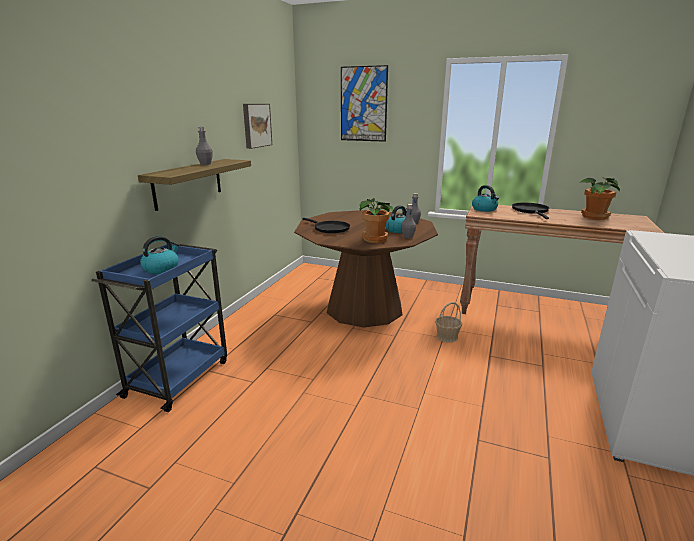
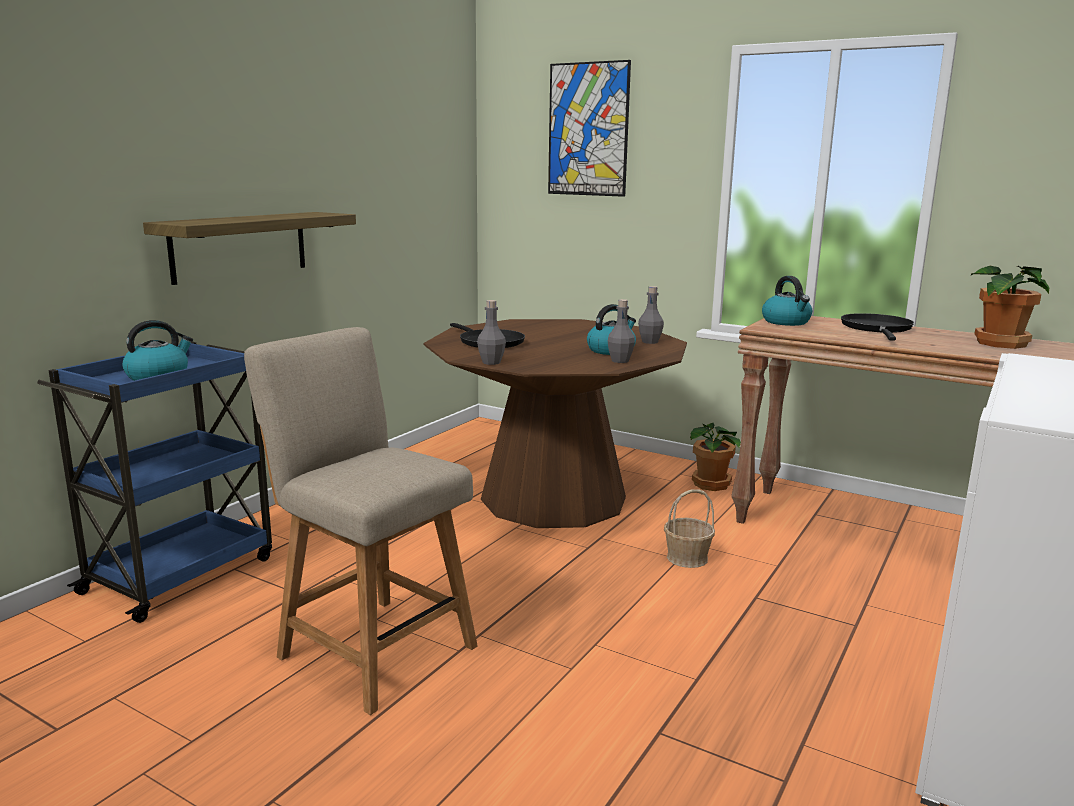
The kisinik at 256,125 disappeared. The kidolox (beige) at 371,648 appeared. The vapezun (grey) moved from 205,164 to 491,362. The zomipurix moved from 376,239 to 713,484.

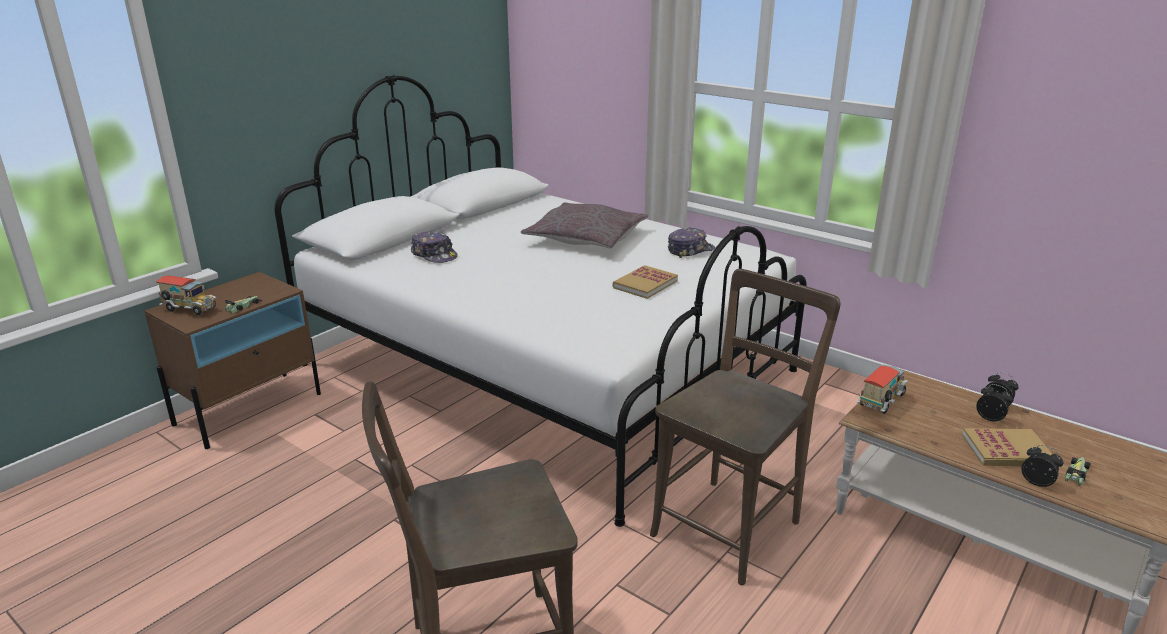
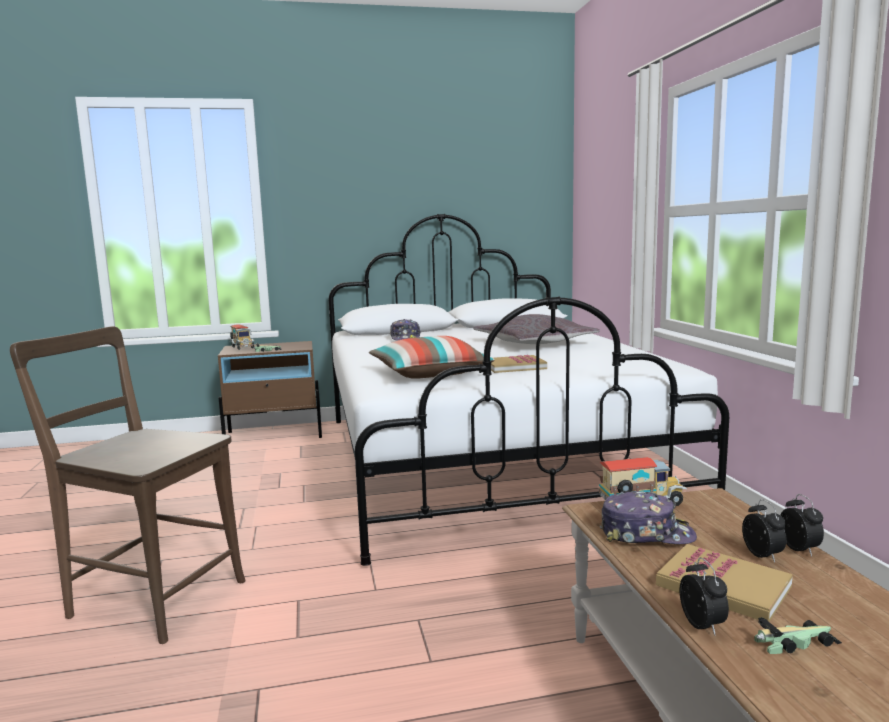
The kidolox (brown) at 731,524 disappeared. The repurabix at 430,374 appeared. The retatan moved from 690,250 to 646,534.

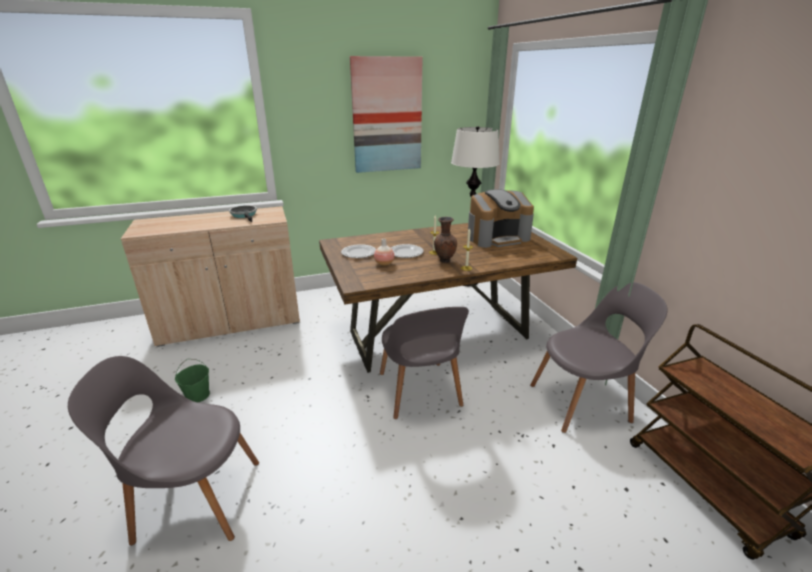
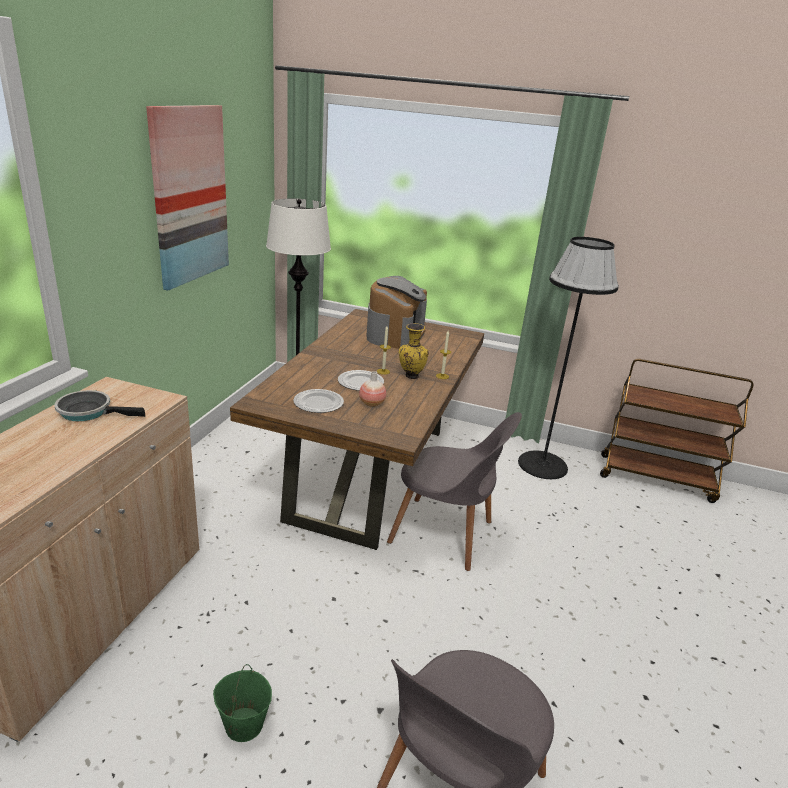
The kidolox (grey) at 583,402 was replaced by the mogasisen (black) at 543,465. The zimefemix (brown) at 444,261 became the zimefemix (yellow) at 410,376.

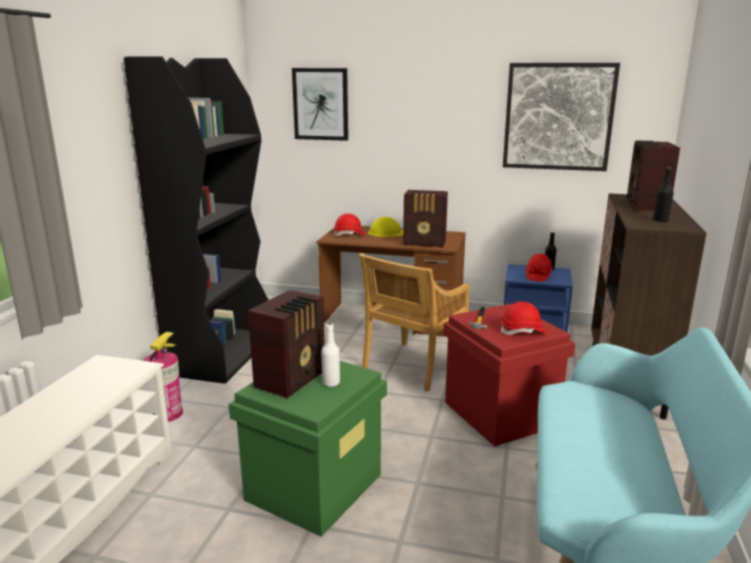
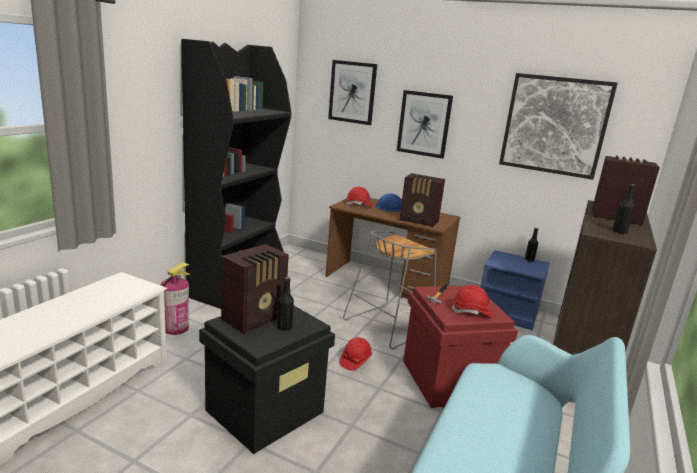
The kisinik at 424,124 appeared. The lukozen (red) moved from 538,276 to 355,361. The kidolox (beige) at 413,366 was replaced by the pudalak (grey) at 388,325. The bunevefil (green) at 314,486 became the bunevefil (black) at 265,410. The vapezun (white) at 331,383 became the vapezun (black) at 284,327. The lukozen (yellow) at 386,232 became the lukozen (blue) at 391,207. The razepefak at 646,207 turned 90 degrees clockwise.

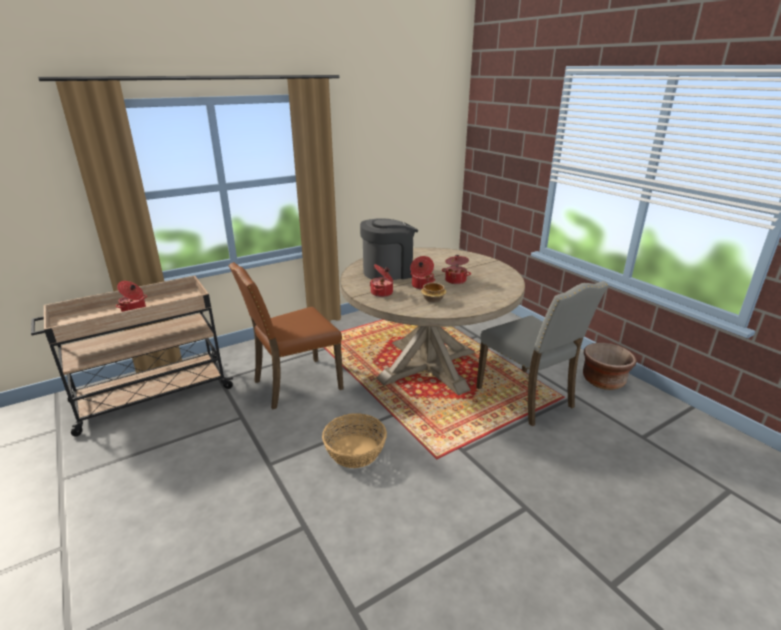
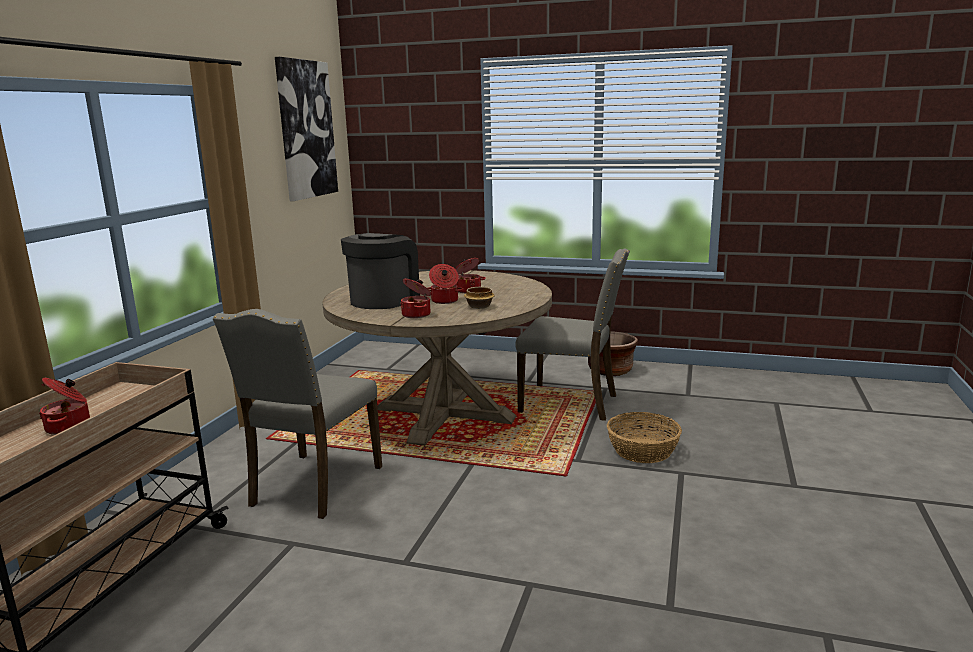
The kisinik at 306,129 appeared. The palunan moved from 355,451 to 642,450. The kidolox (brown) at 295,384 became the kidolox (grey) at 313,486.

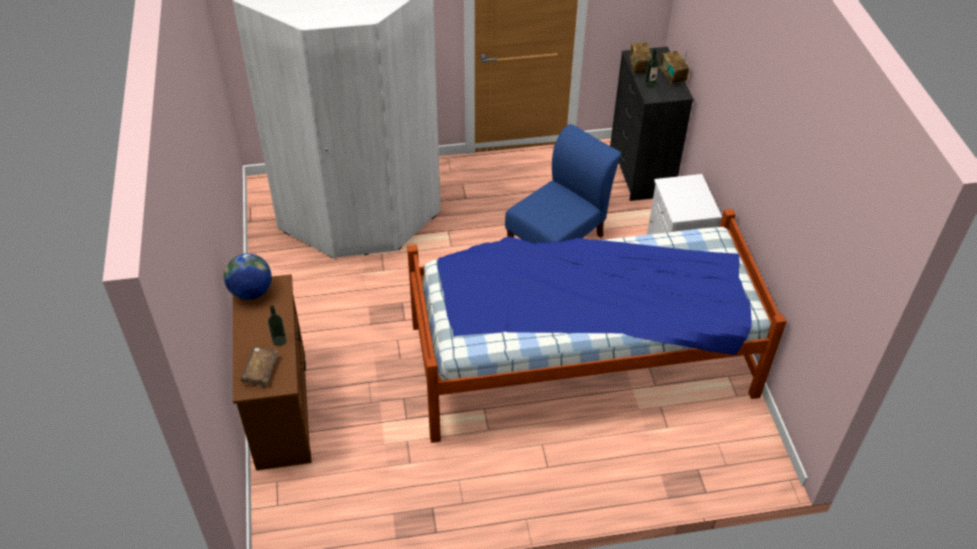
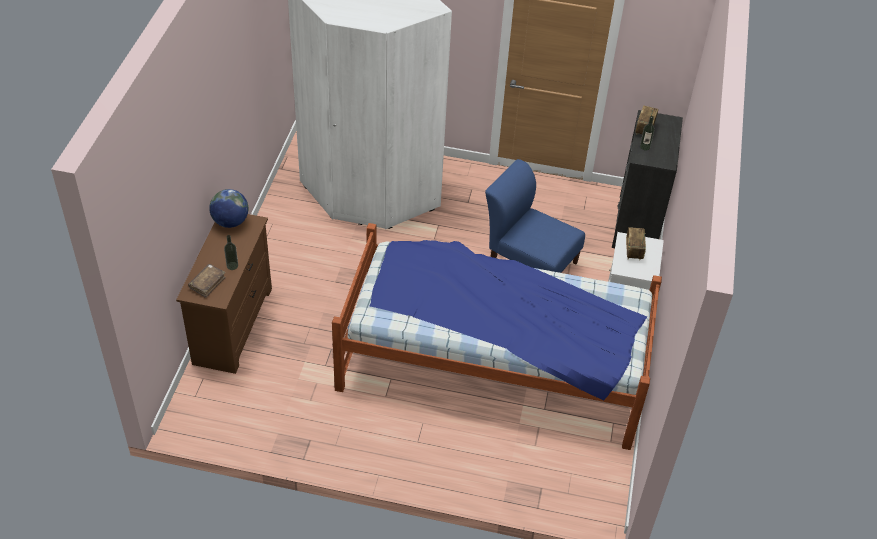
The razepefak moved from 672,77 to 634,251. The kidolox (blue) at 558,238 turned 120 degrees counterclockwise.

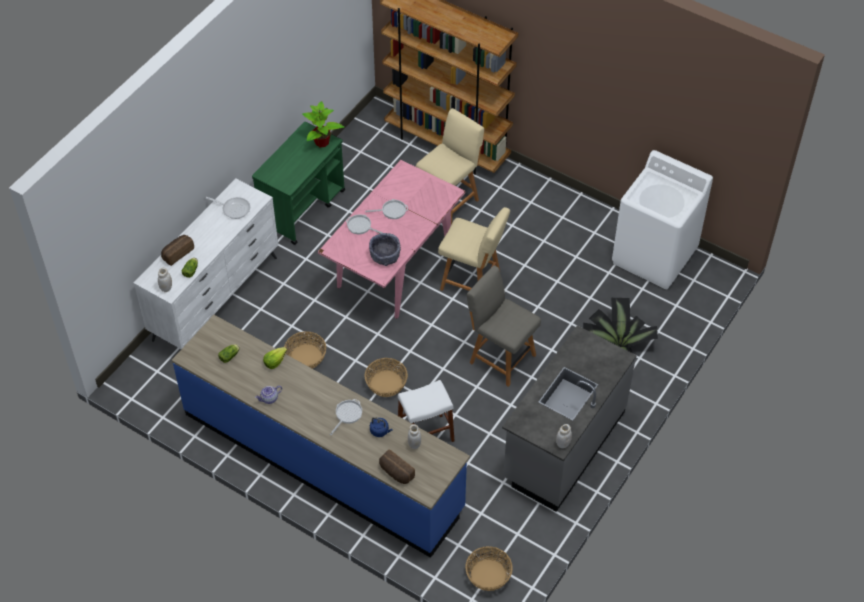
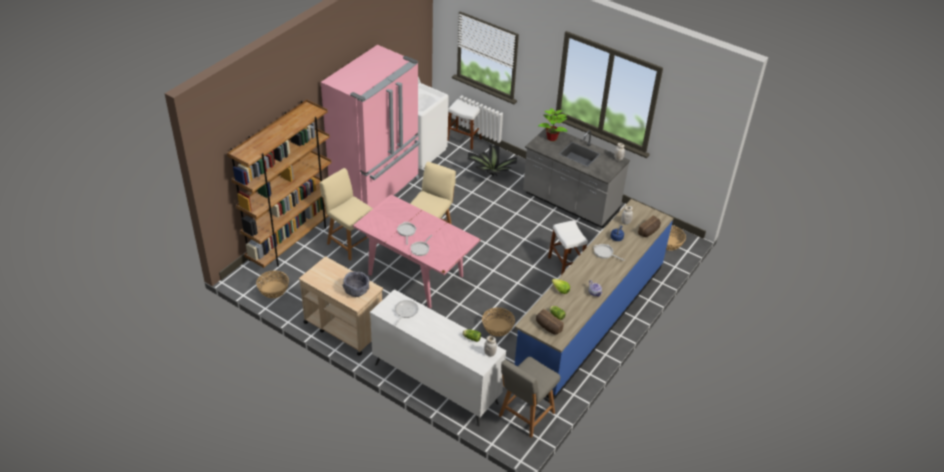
The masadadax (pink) at 377,188 appeared. The pudalak (white) at 464,139 appeared. The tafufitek moved from 177,253 to 548,327. The zomipurix moved from 322,142 to 552,138. The palunan moved from 386,383 to 273,289. The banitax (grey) moved from 385,256 to 356,290. The kidolox (grey) moved from 500,357 to 525,415. The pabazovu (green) at 302,208 became the pabazovu (beige) at 343,327.

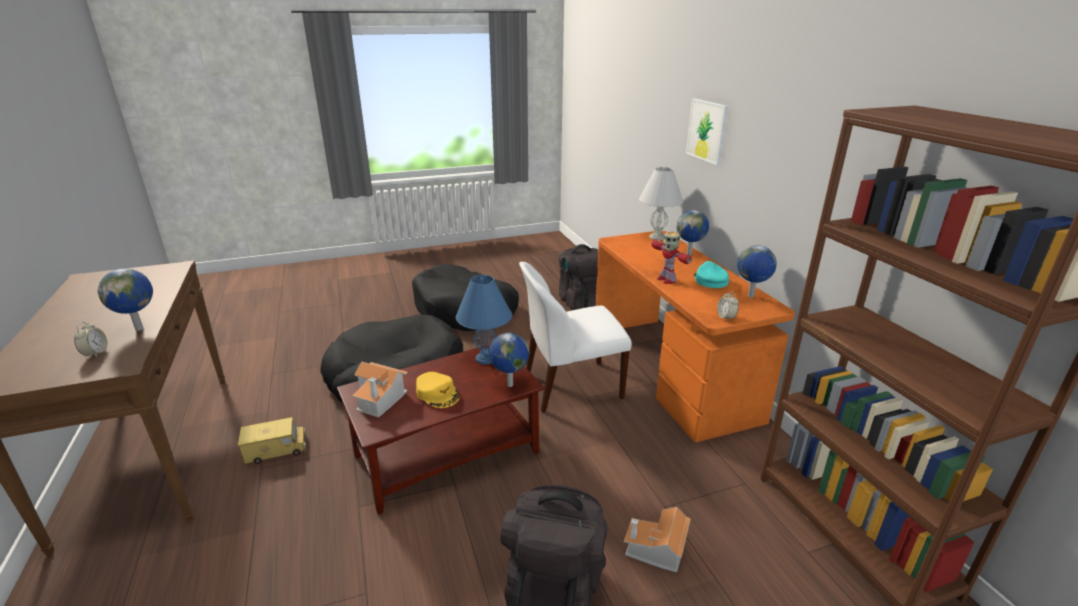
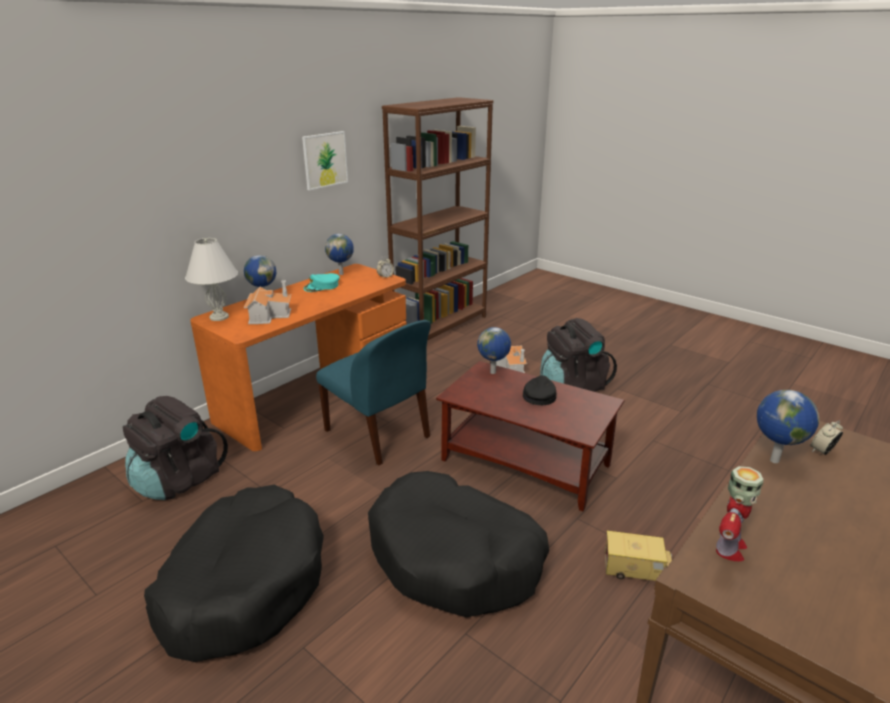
The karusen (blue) at 486,358 disappeared. The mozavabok moved from 380,398 to 269,315. The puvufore moved from 666,279 to 729,548. The kisinik moved from 707,131 to 325,160. The retatan (yellow) at 437,394 became the retatan (black) at 539,395. The kidolox (white) at 570,386 became the kidolox (blue) at 379,435. The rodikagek at 276,450 turned 150 degrees clockwise.

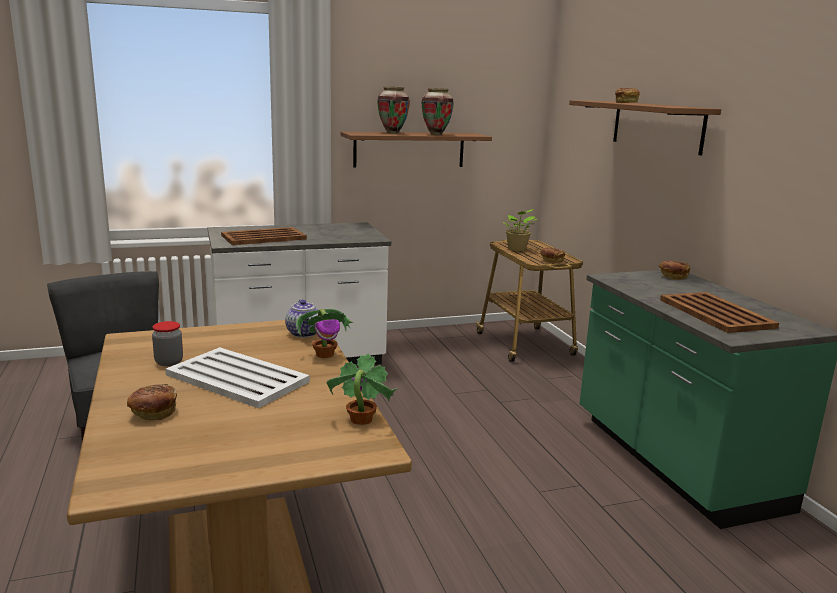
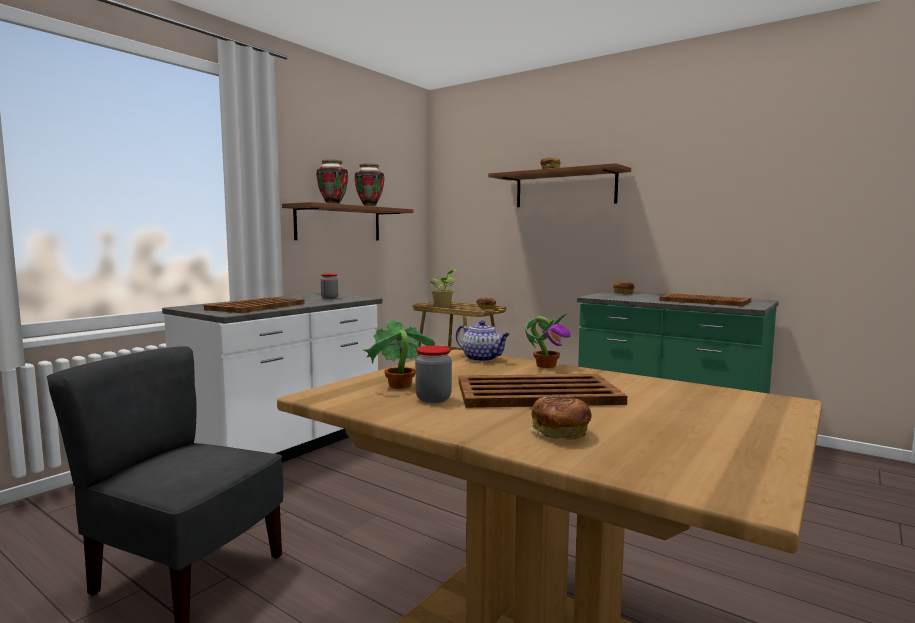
The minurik at 329,298 appeared. The zomipurix moved from 360,420 to 399,386. The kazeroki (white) at 236,378 became the kazeroki (brown) at 535,393.

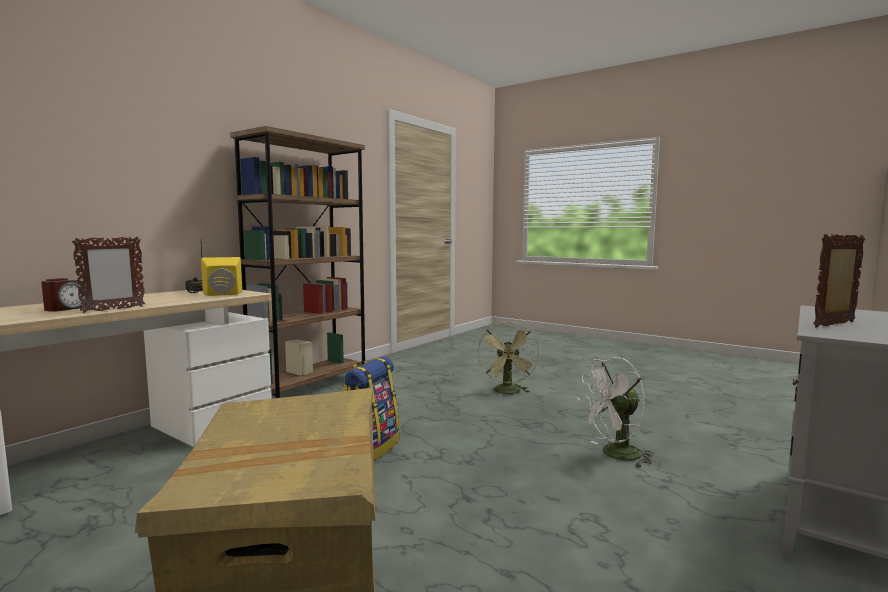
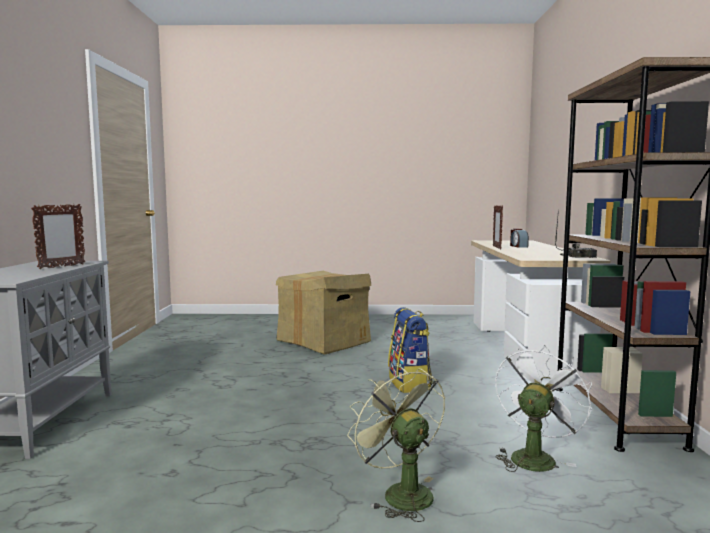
The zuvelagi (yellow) at 223,294 disappeared. The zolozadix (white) moved from 614,455 to 534,457.

